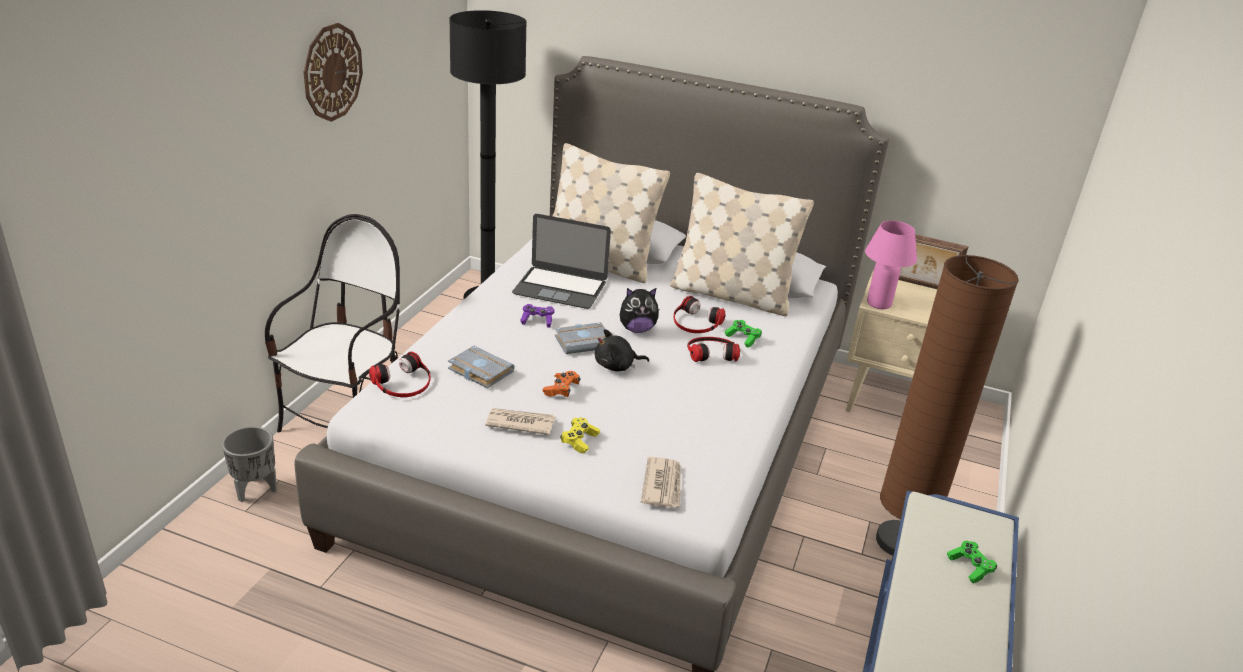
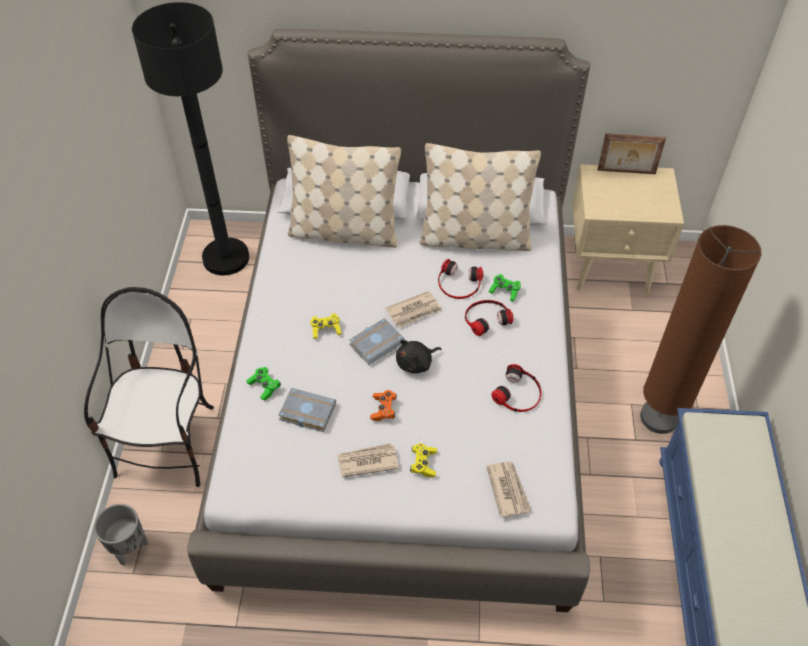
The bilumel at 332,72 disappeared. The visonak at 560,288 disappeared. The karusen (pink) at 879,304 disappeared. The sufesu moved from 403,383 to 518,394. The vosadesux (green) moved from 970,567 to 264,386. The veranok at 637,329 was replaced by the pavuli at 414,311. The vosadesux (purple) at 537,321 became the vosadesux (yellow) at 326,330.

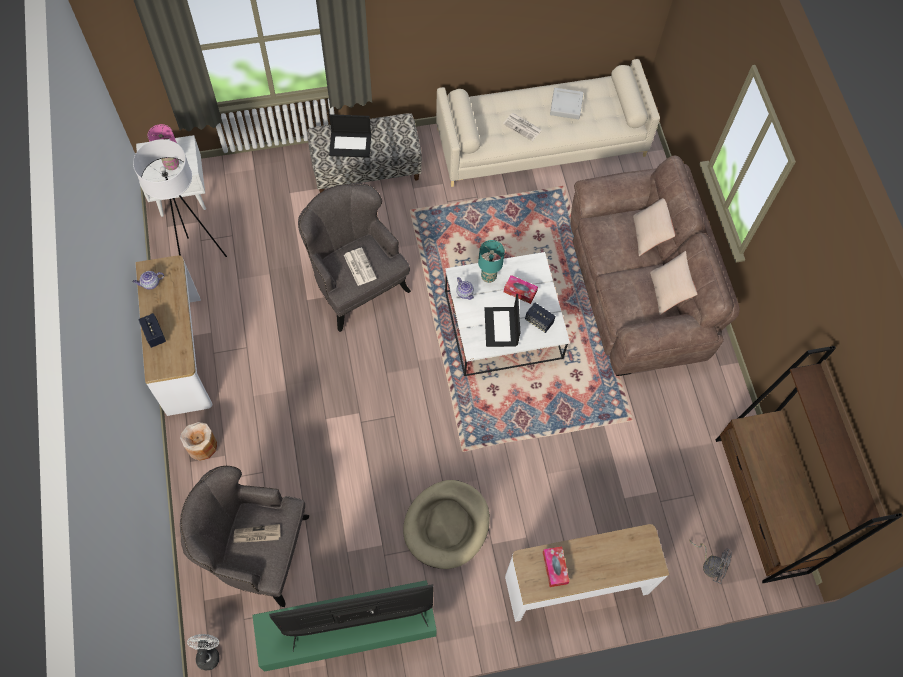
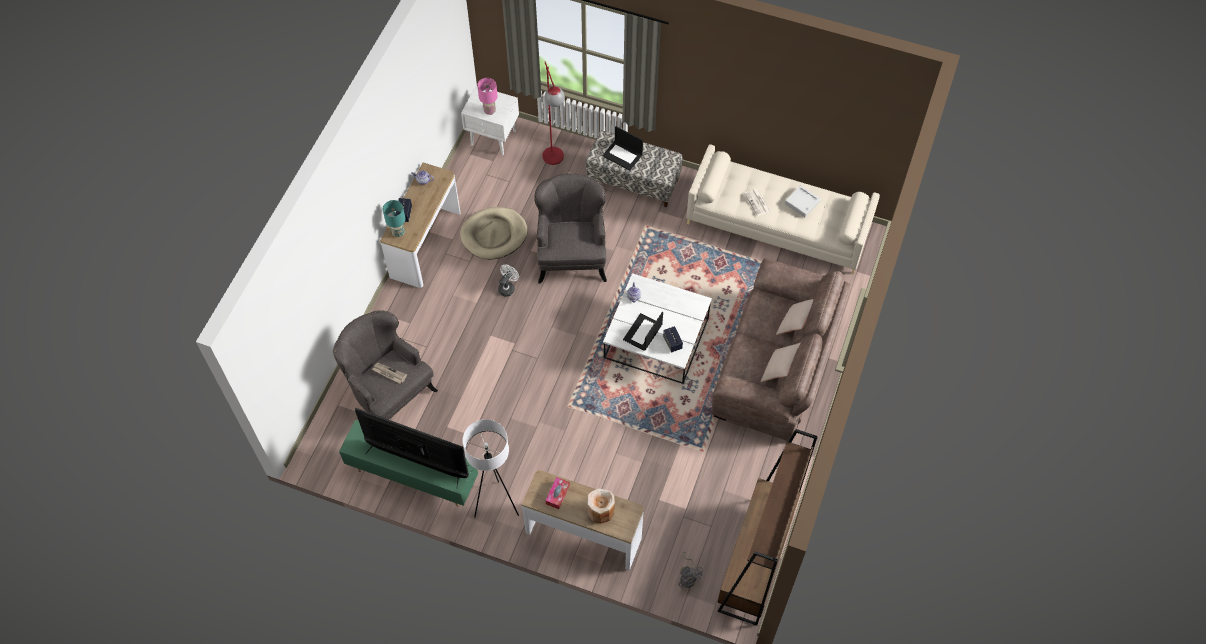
The pavuli at 359,266 disappeared. The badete at 520,291 disappeared. The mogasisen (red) at 555,162 appeared. The mogasisen (white) moved from 198,258 to 496,504. The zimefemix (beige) moved from 202,446 to 601,511. The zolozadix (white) moved from 208,654 to 508,287. The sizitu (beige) moved from 447,525 to 494,235. The karusen (turquoise) moved from 488,277 to 398,233.

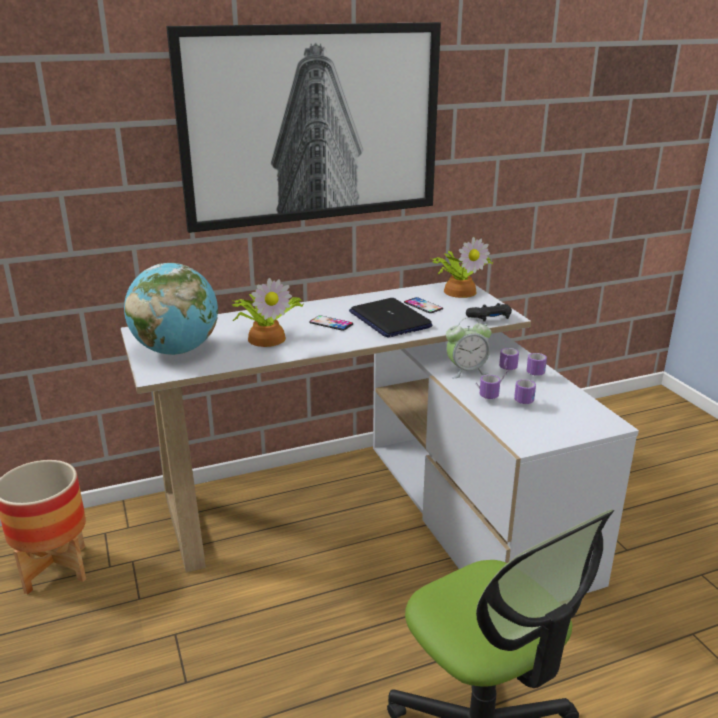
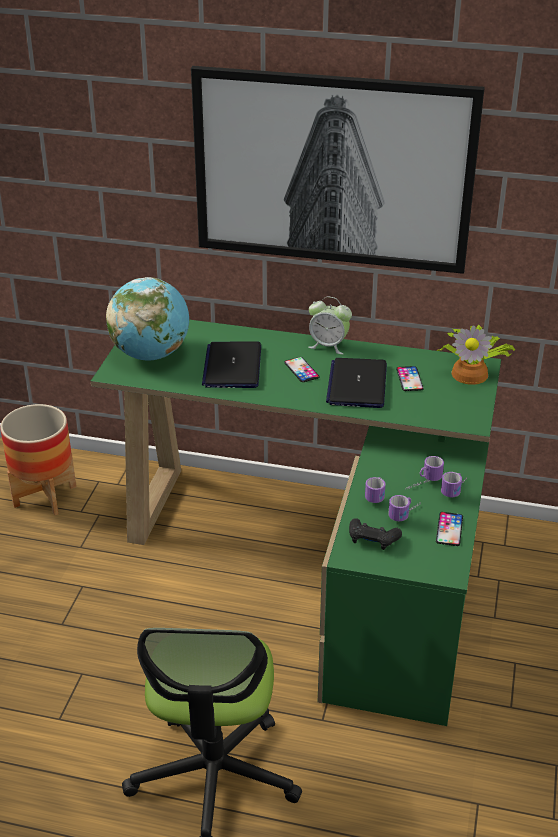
The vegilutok at 449,529 appeared. The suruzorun moved from 466,371 to 328,345. The vosadesux (black) moved from 490,318 to 372,539. The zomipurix at 267,337 was replaced by the visonak at 232,366. The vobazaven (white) at 378,510 became the vobazaven (green) at 323,560.

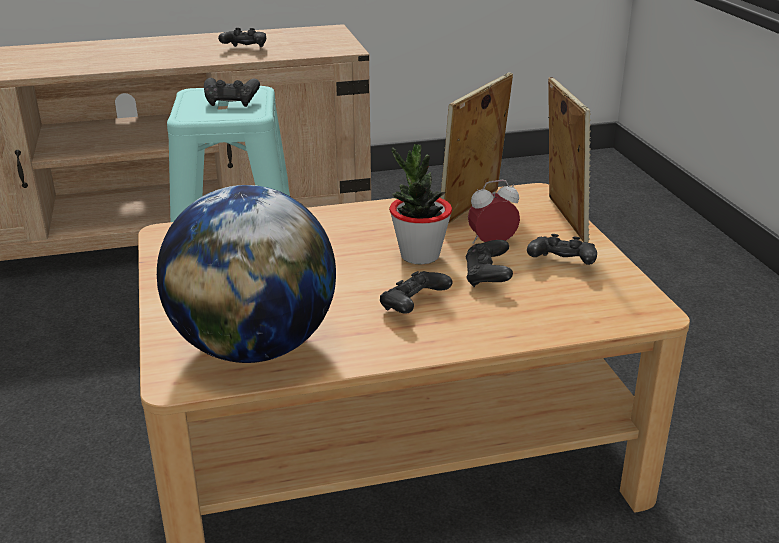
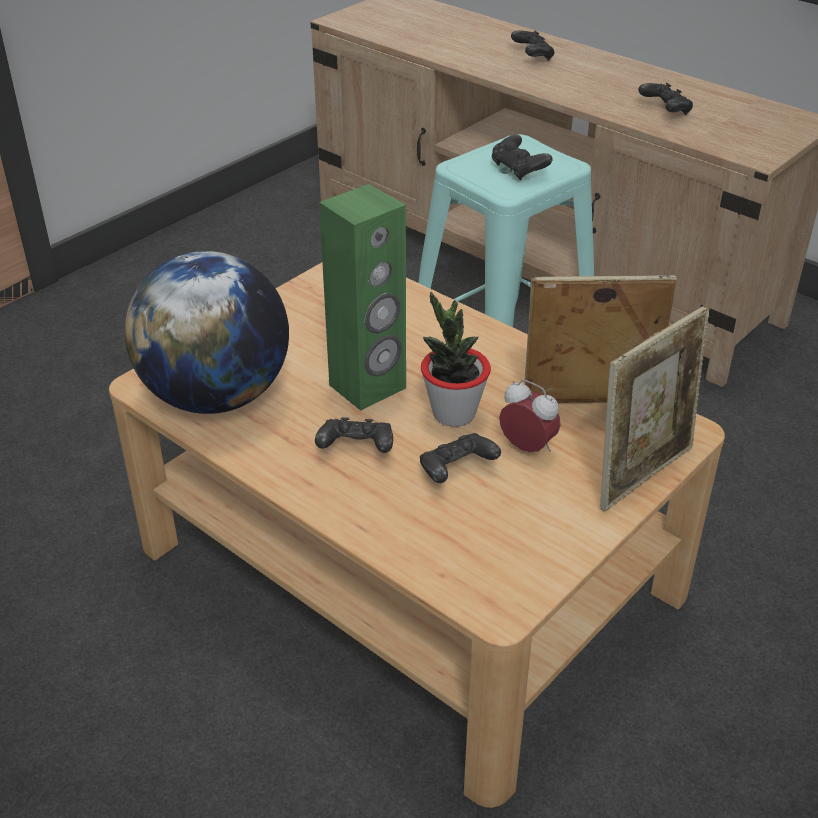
The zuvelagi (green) at 368,387 appeared. The vosadesux (black) moved from 561,264 to 532,56.

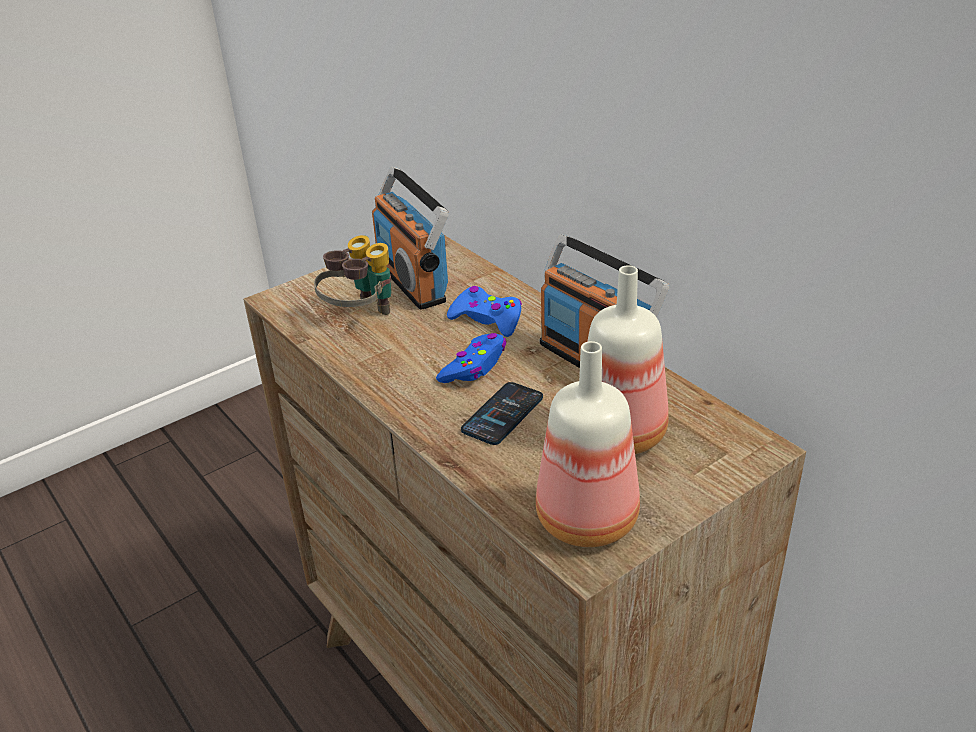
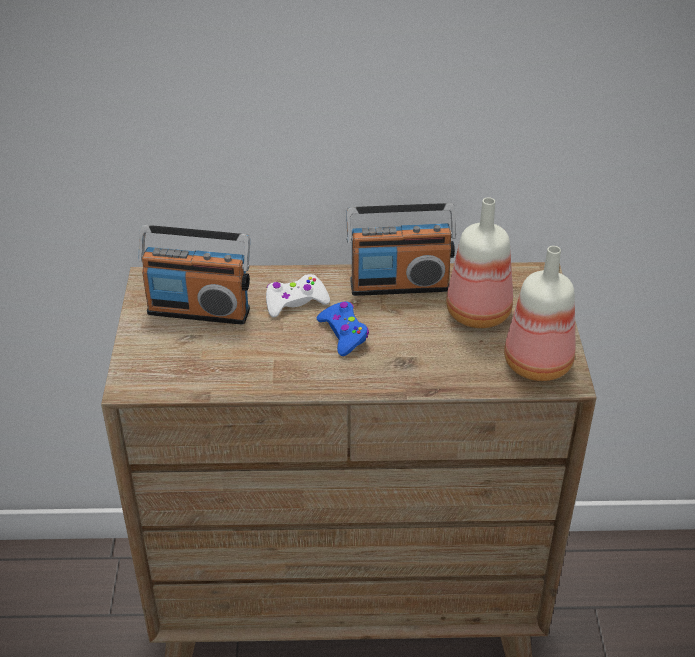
The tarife at 361,316 disappeared. The vegilutok at 502,414 disappeared. The vosadesux (blue) at 487,319 became the vosadesux (white) at 295,302.

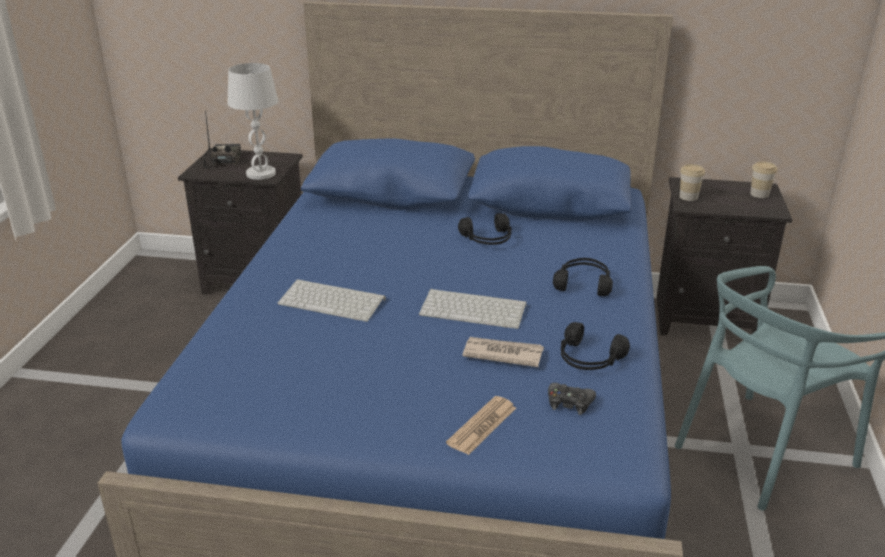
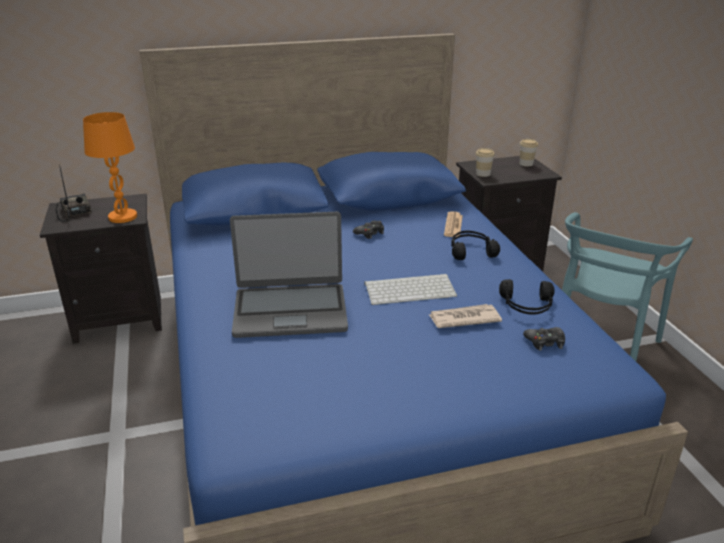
The pavuli moved from 482,426 to 453,225. The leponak at 333,301 was replaced by the visonak at 290,311. The sufesu (black) at 488,239 was replaced by the vosadesux (black) at 370,233. The karusen (white) at 261,174 became the karusen (orange) at 123,217.

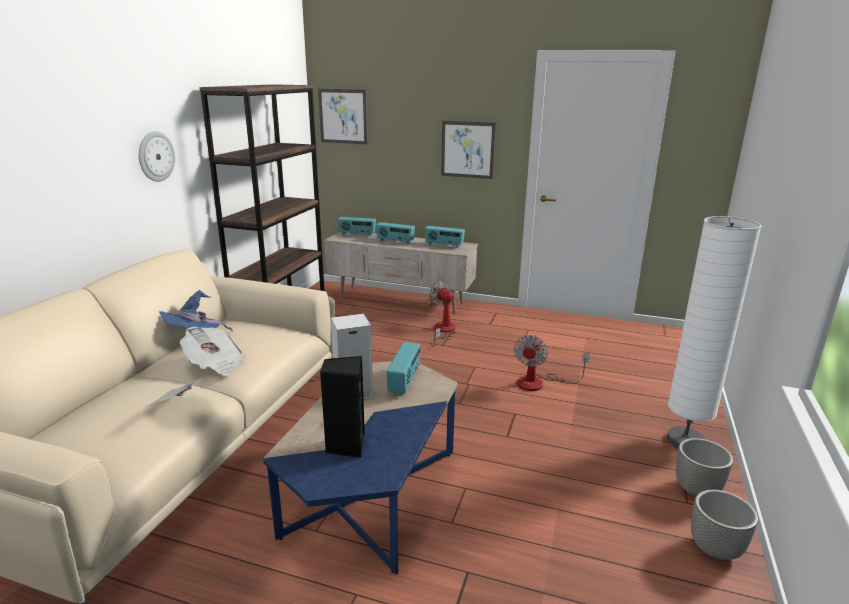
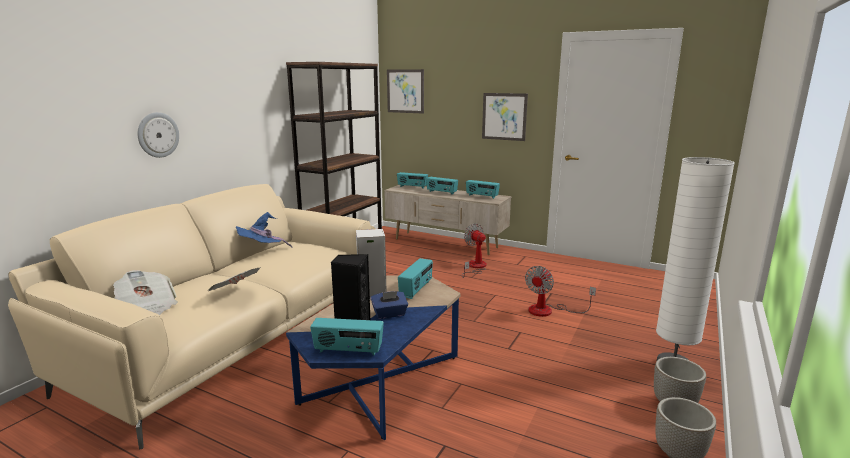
The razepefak at 348,351 appeared. The badete (blue) at 389,314 appeared. The bilumel moved from 155,156 to 158,135. The pavuli moved from 215,364 to 148,307.

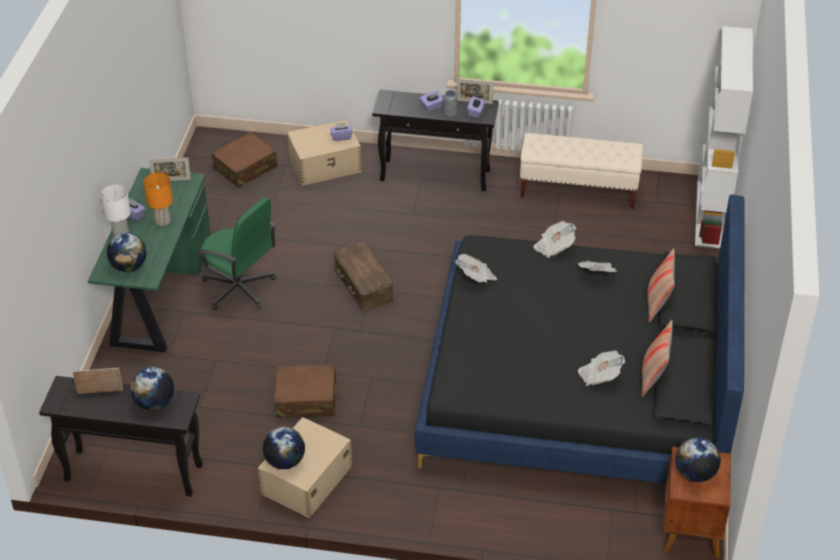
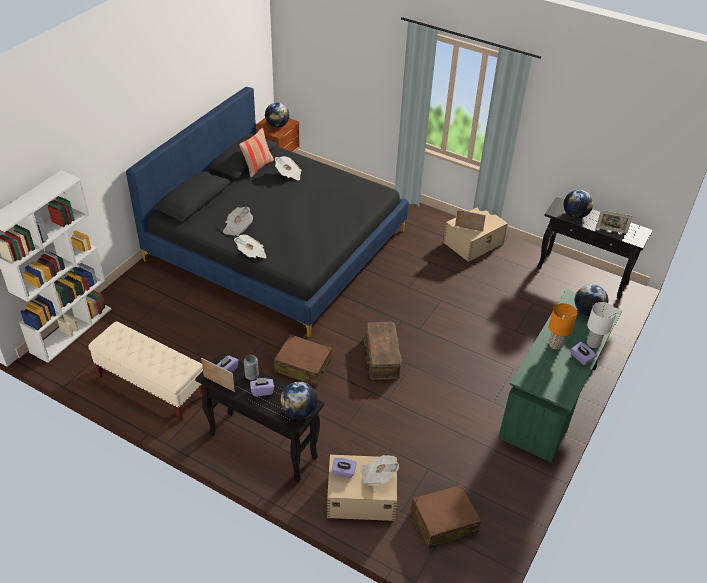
The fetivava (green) at 239,289 disappeared. The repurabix at 658,303 disappeared. The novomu moved from 171,180 to 468,228. The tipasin moved from 285,461 to 299,412. The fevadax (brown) moved from 306,399 to 303,366. The pavuli moved from 476,277 to 377,476.

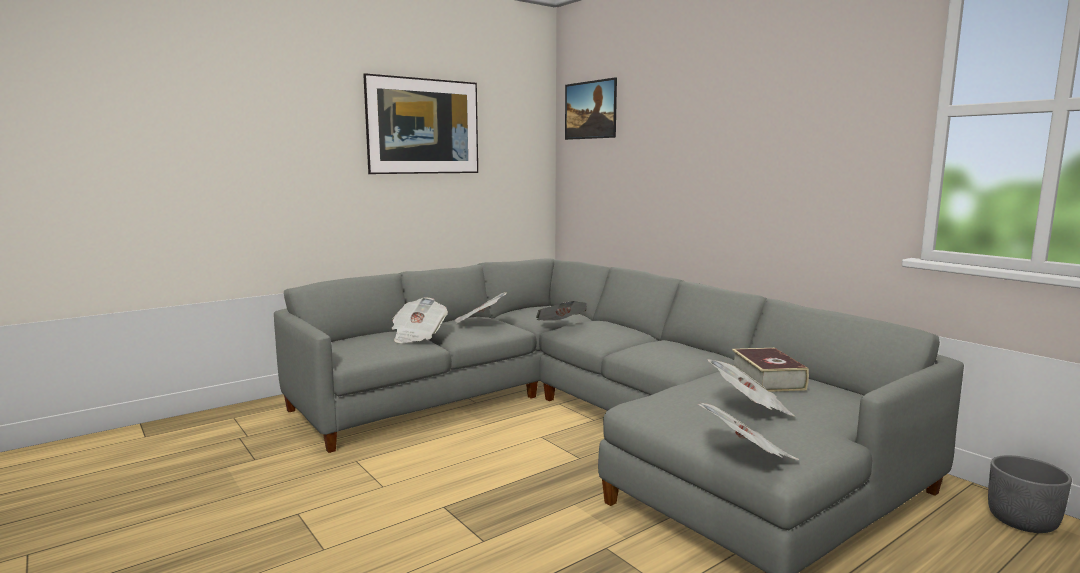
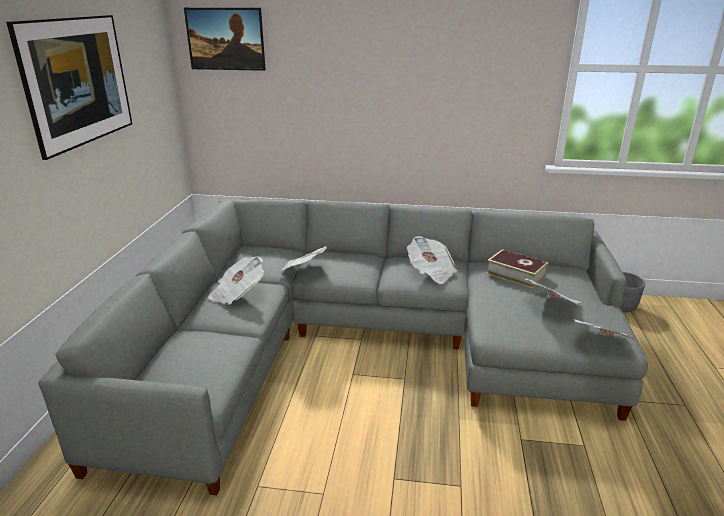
The pavuli moved from 417,336 to 431,272.

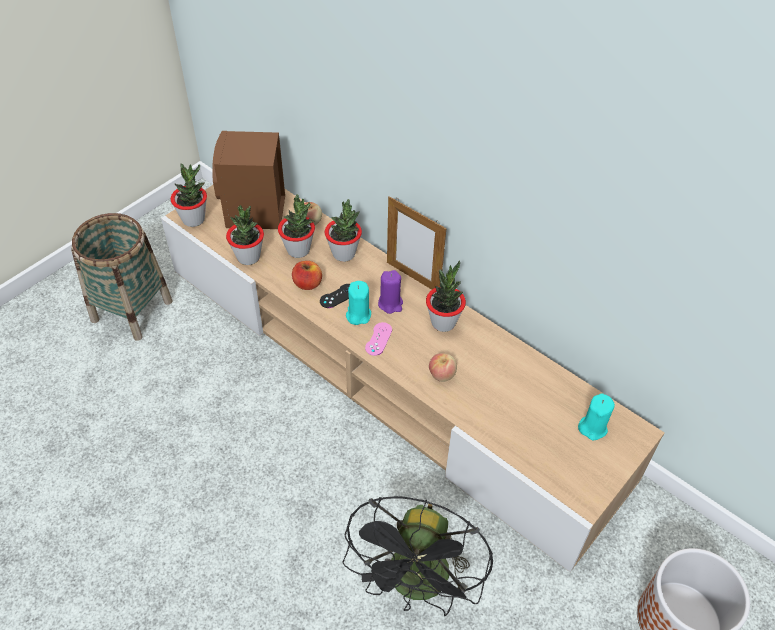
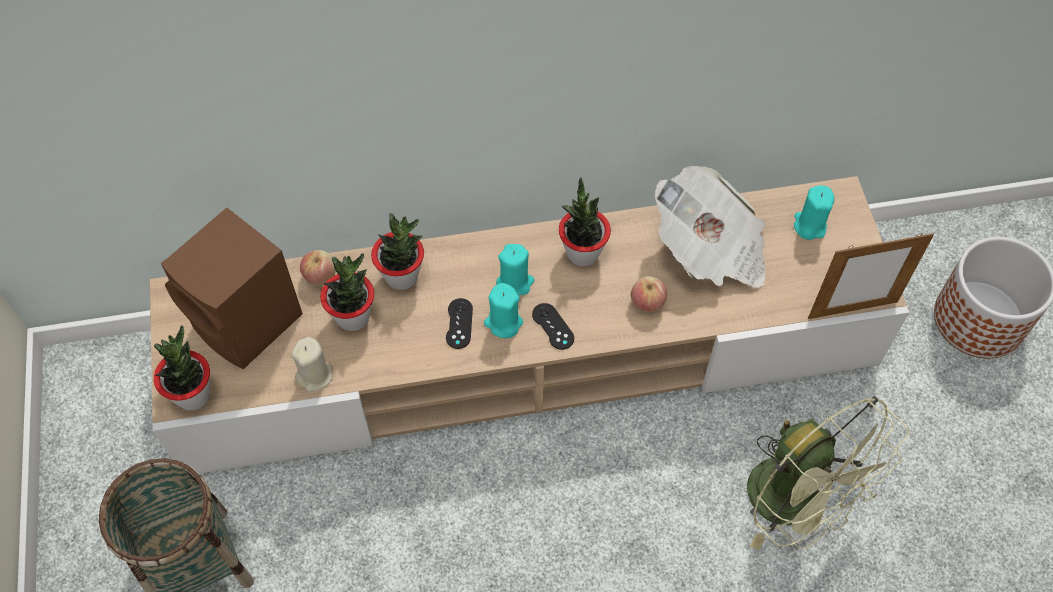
The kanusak at 307,284 disappeared. The pavuli at 710,249 appeared. The novomu moved from 413,277 to 852,309. The zomipurix at 248,257 was replaced by the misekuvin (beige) at 315,374. The zolozadix (black) at 418,586 became the zolozadix (green) at 797,503. The vosadesux (pink) at 378,339 became the vosadesux (black) at 553,326. The misekuvin (purple) at 390,304 became the misekuvin (turquoise) at 515,282.

